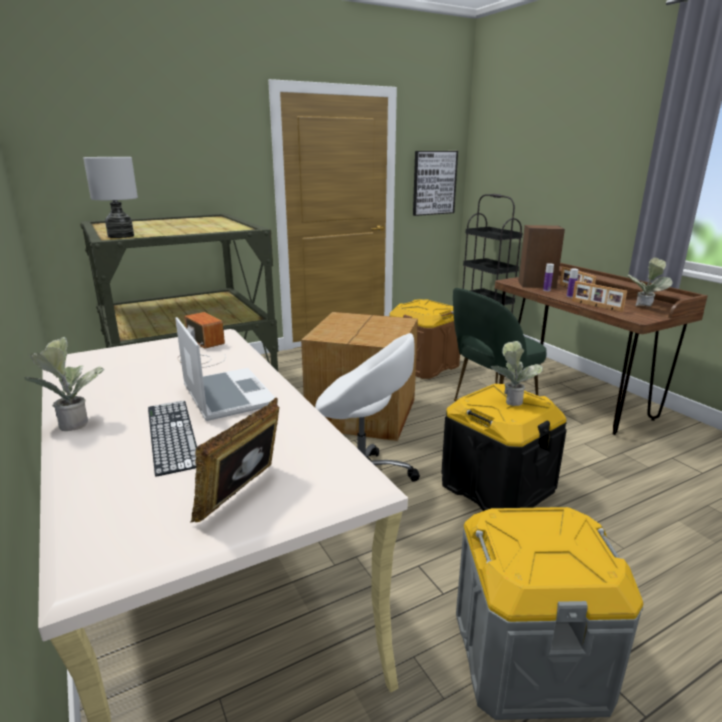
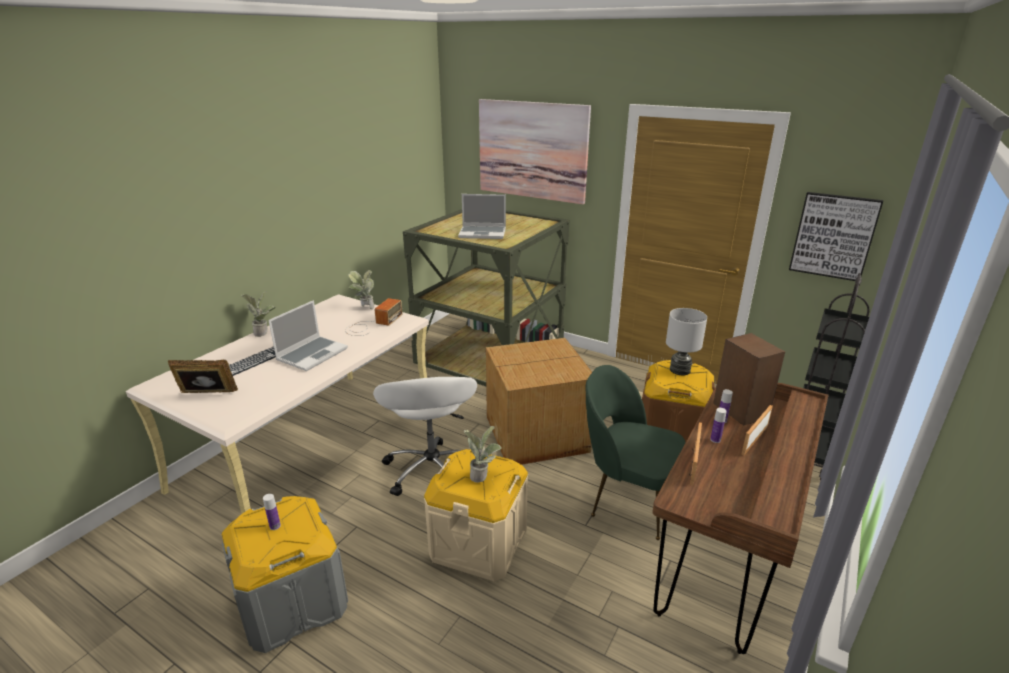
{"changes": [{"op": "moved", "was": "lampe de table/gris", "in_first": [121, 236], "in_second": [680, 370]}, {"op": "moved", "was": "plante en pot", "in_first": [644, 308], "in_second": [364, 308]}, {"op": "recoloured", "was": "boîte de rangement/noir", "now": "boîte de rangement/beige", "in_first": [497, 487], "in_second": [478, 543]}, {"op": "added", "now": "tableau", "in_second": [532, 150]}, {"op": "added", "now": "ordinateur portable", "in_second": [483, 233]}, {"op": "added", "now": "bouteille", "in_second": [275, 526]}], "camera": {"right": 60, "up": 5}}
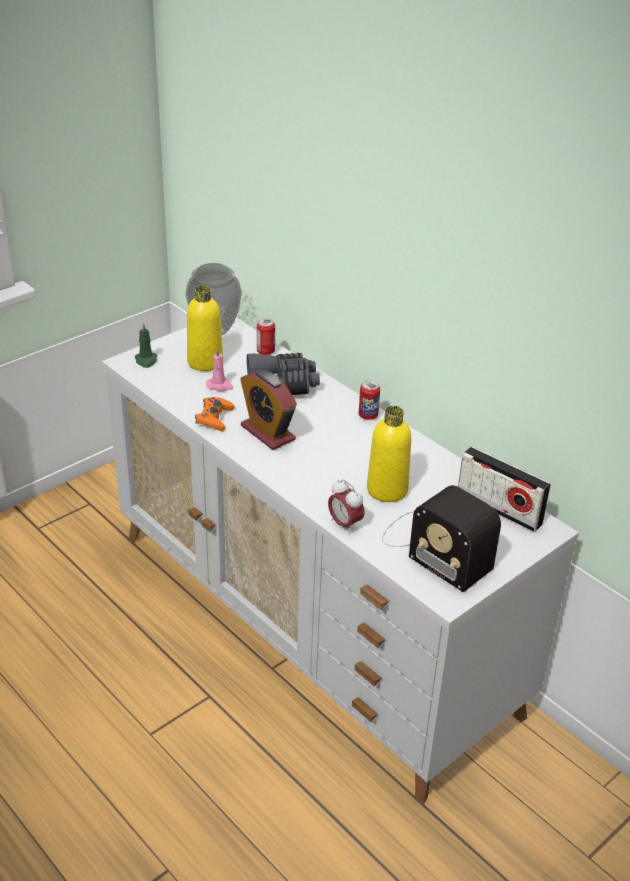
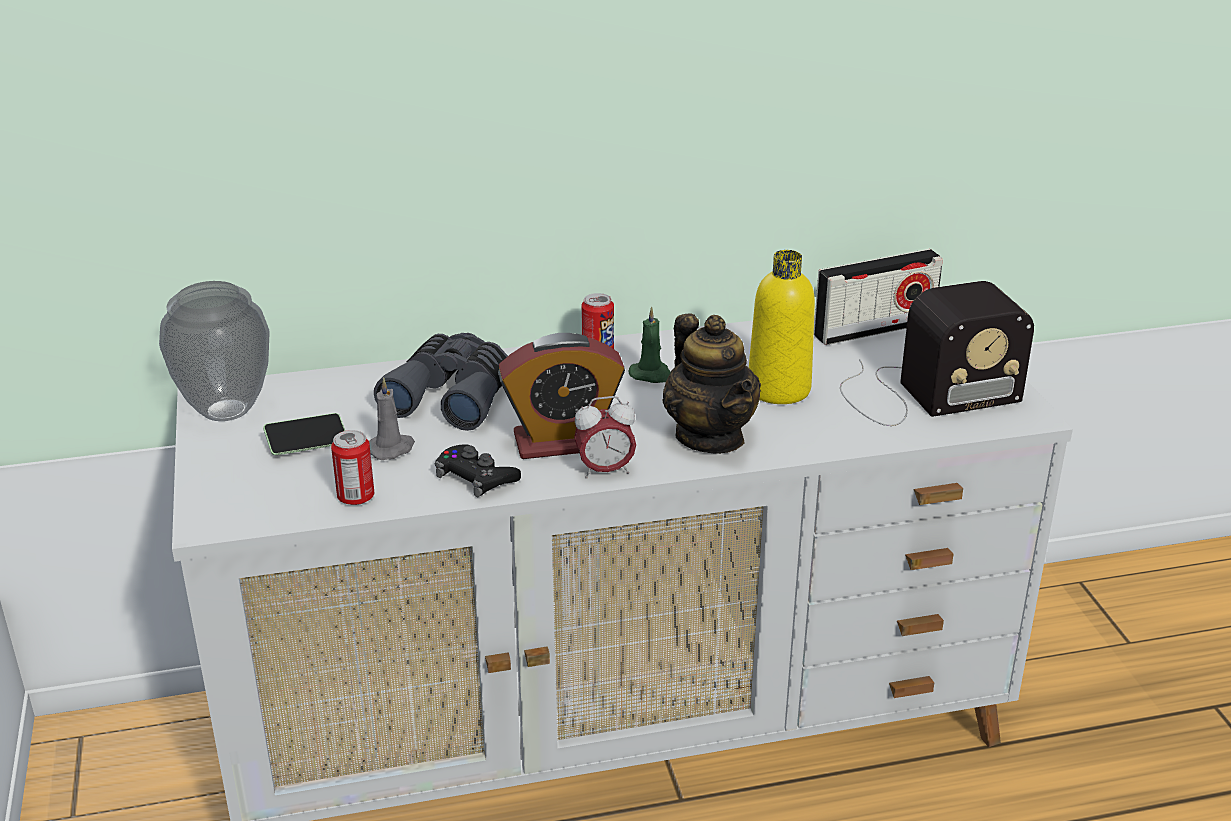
{"changes": [{"op": "replaced", "was": "bouteille/jaune", "now": "téléphone", "in_first": [205, 362], "in_second": [307, 444]}, {"op": "moved", "was": "boîte métallique", "in_first": [265, 351], "in_second": [356, 497]}, {"op": "moved", "was": "bougie/vert", "in_first": [146, 360], "in_second": [652, 375]}, {"op": "recoloured", "was": "bougie/rose", "now": "bougie/gris", "in_first": [220, 386], "in_second": [392, 448]}, {"op": "recoloured", "was": "manette/orange", "now": "manette/noir", "in_first": [214, 418], "in_second": [476, 477]}, {"op": "moved", "was": "réveil", "in_first": [344, 524], "in_second": [605, 471]}, {"op": "added", "now": "théière", "in_second": [710, 436]}], "camera": {"right": -60, "up": -5}}
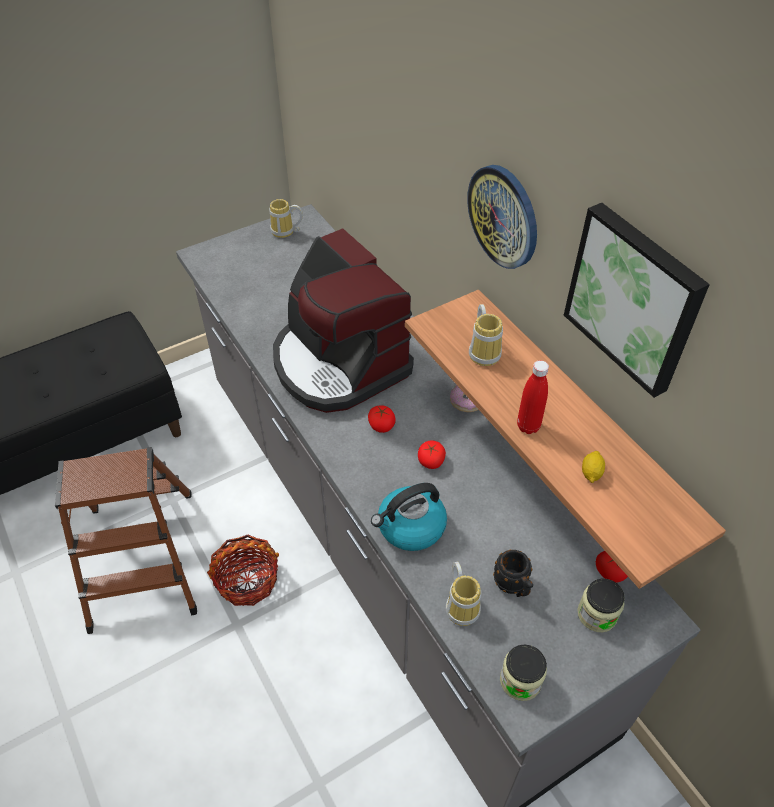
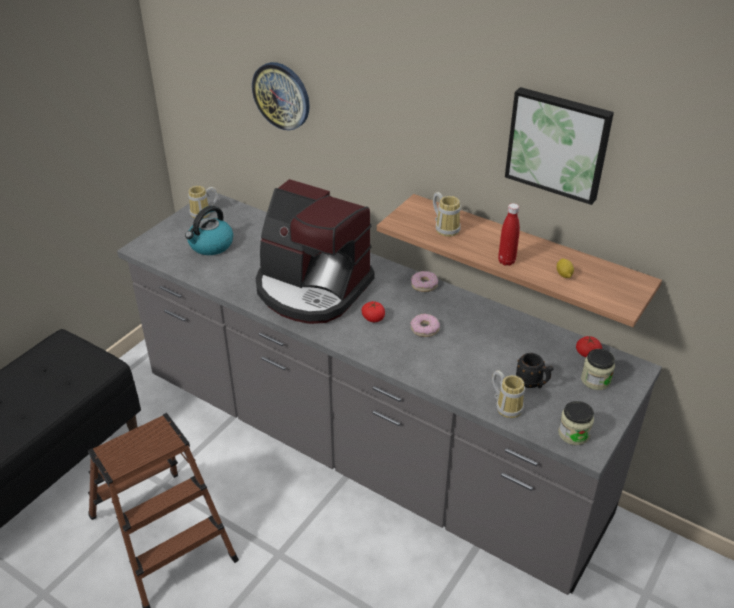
{"changes": [{"op": "moved", "was": "horloge murale", "in_first": [504, 216], "in_second": [281, 95]}, {"op": "replaced", "was": "tomate", "now": "beignet", "in_first": [431, 461], "in_second": [424, 329]}, {"op": "moved", "was": "bouilloire", "in_first": [410, 527], "in_second": [211, 245]}, {"op": "removed", "was": "panier", "in_first": [247, 580]}], "camera": {"right": -25, "up": -10}}
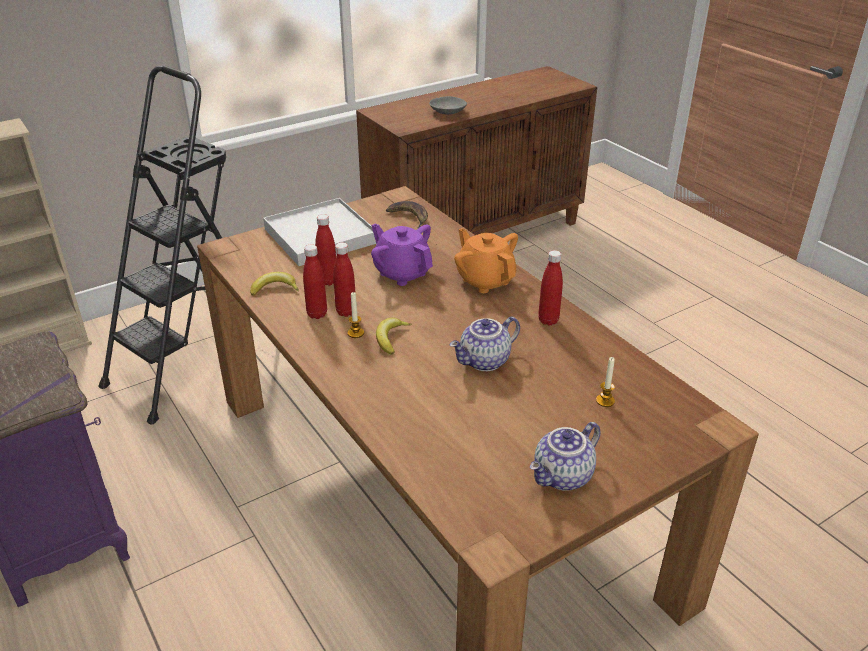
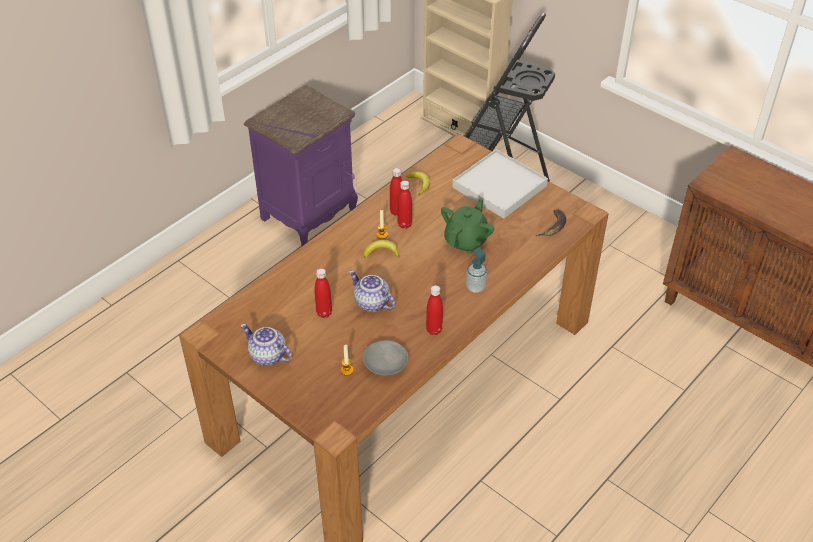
{"changes": [{"op": "moved", "was": "bol/gris", "in_first": [448, 111], "in_second": [386, 364]}, {"op": "moved", "was": "bouteille/rouge", "in_first": [328, 281], "in_second": [324, 313]}, {"op": "recoloured", "was": "théière/violet", "now": "théière/vert", "in_first": [402, 273], "in_second": [466, 241]}, {"op": "replaced", "was": "théière/orange", "now": "distributeur de savon", "in_first": [485, 280], "in_second": [475, 287]}], "camera": {"right": 75, "up": 10}}
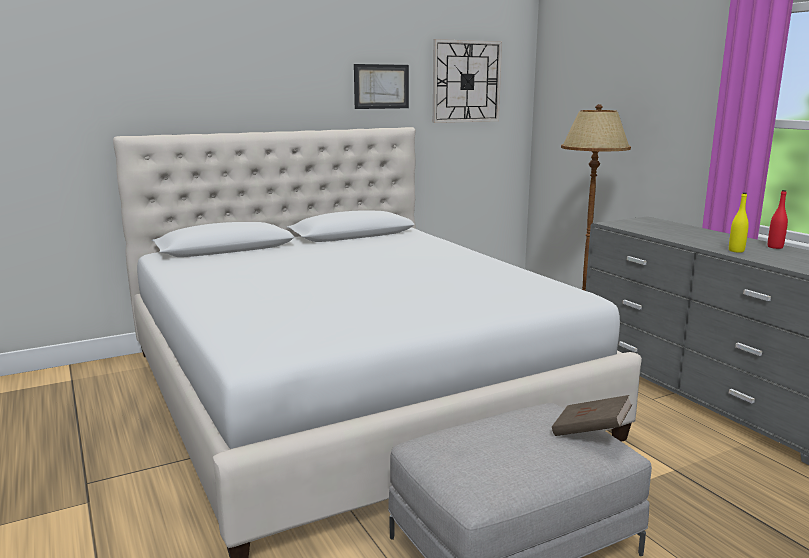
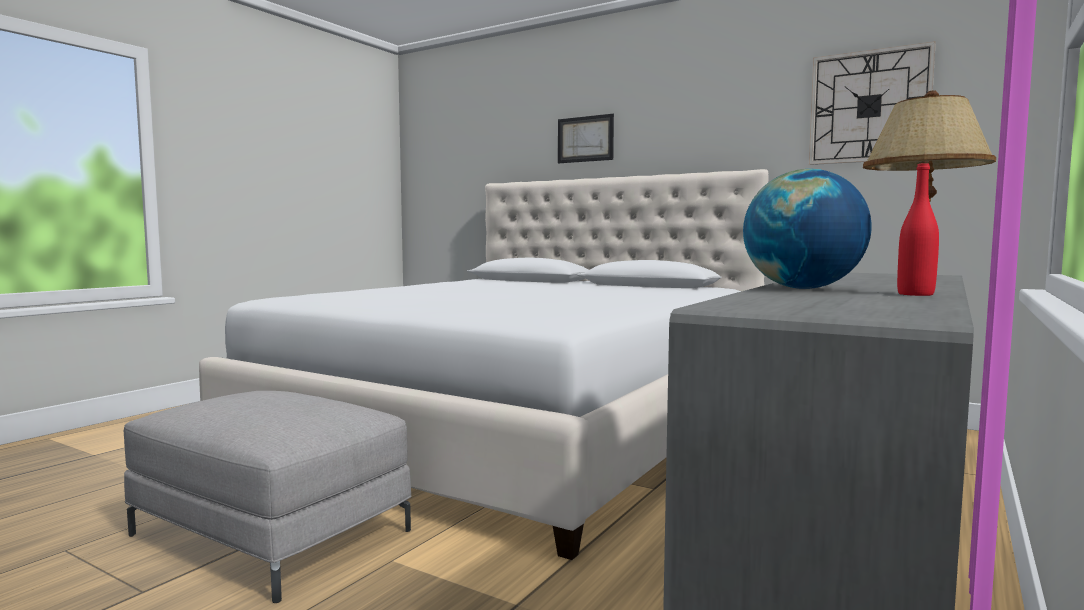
{"changes": [{"op": "moved", "was": "tableau", "in_first": [381, 86], "in_second": [585, 139]}, {"op": "replaced", "was": "bouteille/jaune", "now": "globe", "in_first": [736, 251], "in_second": [802, 288]}, {"op": "removed", "was": "livre/marron", "in_first": [590, 432]}], "camera": {"right": 60, "up": -10}}
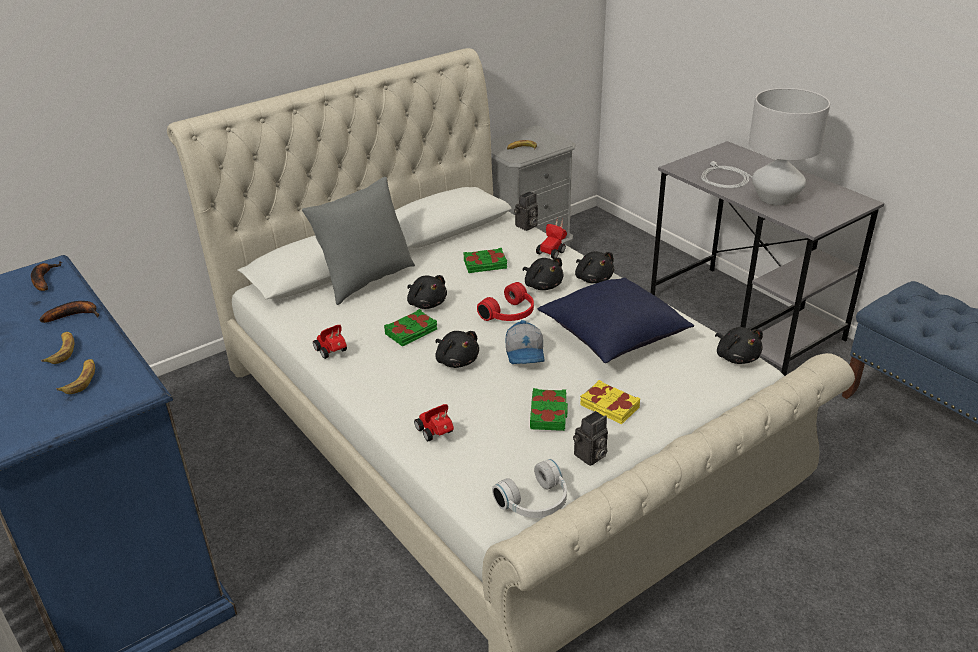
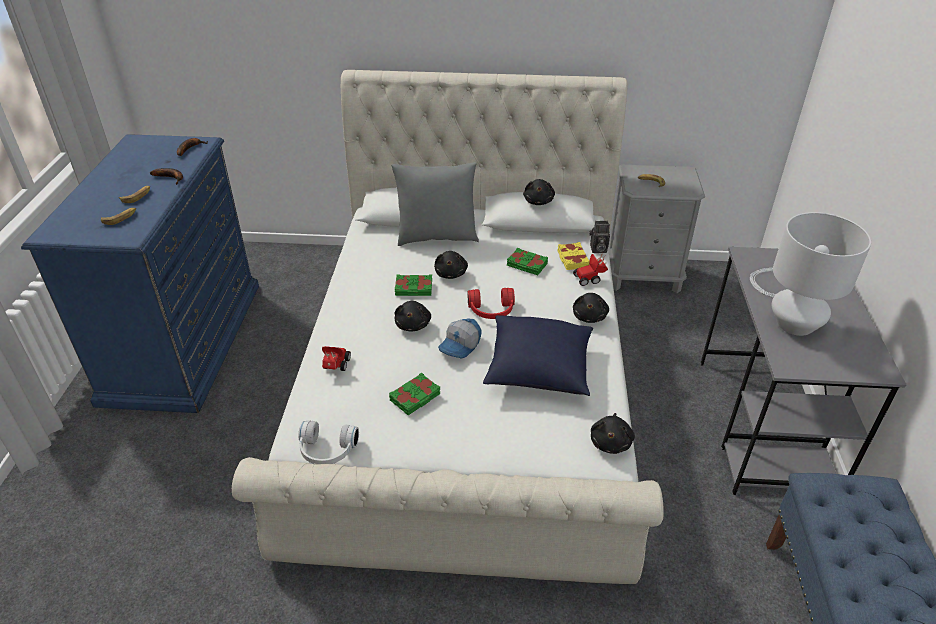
{"changes": [{"op": "moved", "was": "peluche/noir", "in_first": [542, 285], "in_second": [538, 201]}, {"op": "removed", "was": "petite voiture", "in_first": [333, 352]}, {"op": "moved", "was": "livre/jaune", "in_first": [609, 407], "in_second": [572, 259]}, {"op": "removed", "was": "appareil photo", "in_first": [590, 457]}], "camera": {"right": 40, "up": 5}}
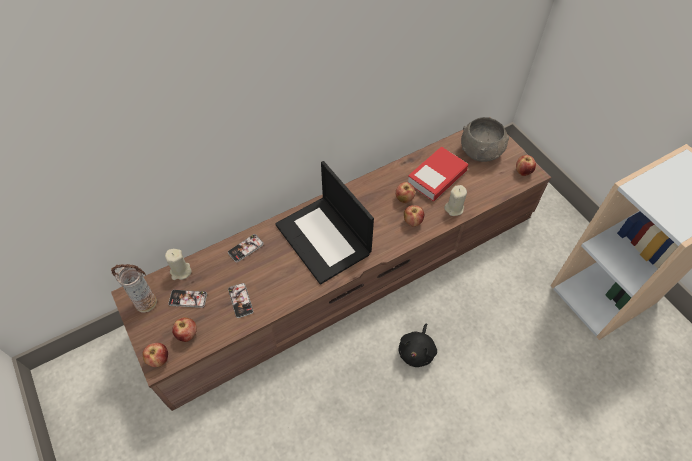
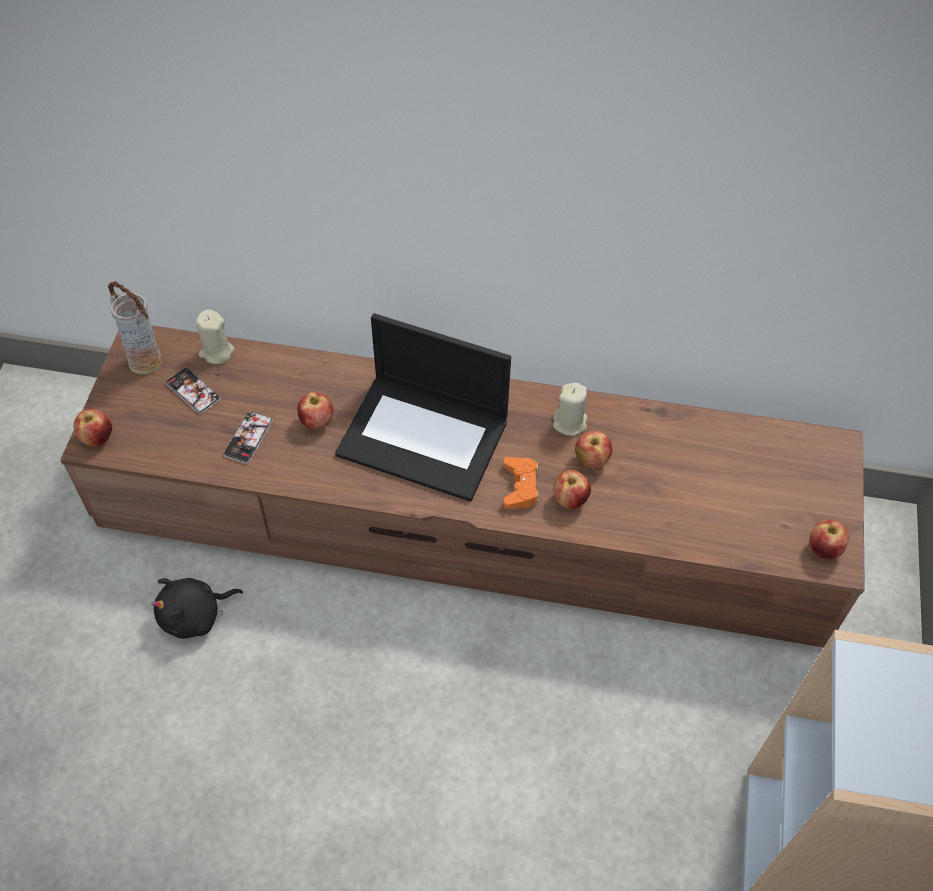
{"changes": [{"op": "removed", "was": "bol/gris", "in_first": [481, 151]}, {"op": "removed", "was": "livre", "in_first": [436, 177]}, {"op": "turned", "was": "ordinateur portable", "in_first": [324, 239], "in_second": [425, 437], "clockwise": -75}, {"op": "moved", "was": "bougie/beige", "in_first": [454, 208], "in_second": [570, 423]}, {"op": "removed", "was": "téléphone", "in_first": [246, 248]}, {"op": "moved", "was": "pomme", "in_first": [187, 334], "in_second": [317, 422]}, {"op": "moved", "was": "peluche/noir", "in_first": [417, 351], "in_second": [195, 615]}, {"op": "added", "now": "manette/orange", "in_second": [520, 487]}], "camera": {"right": 40, "up": 0}}
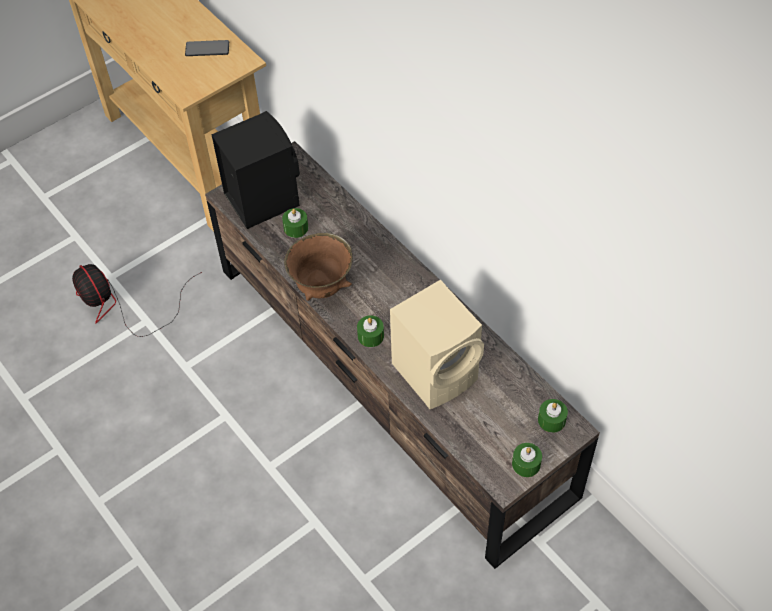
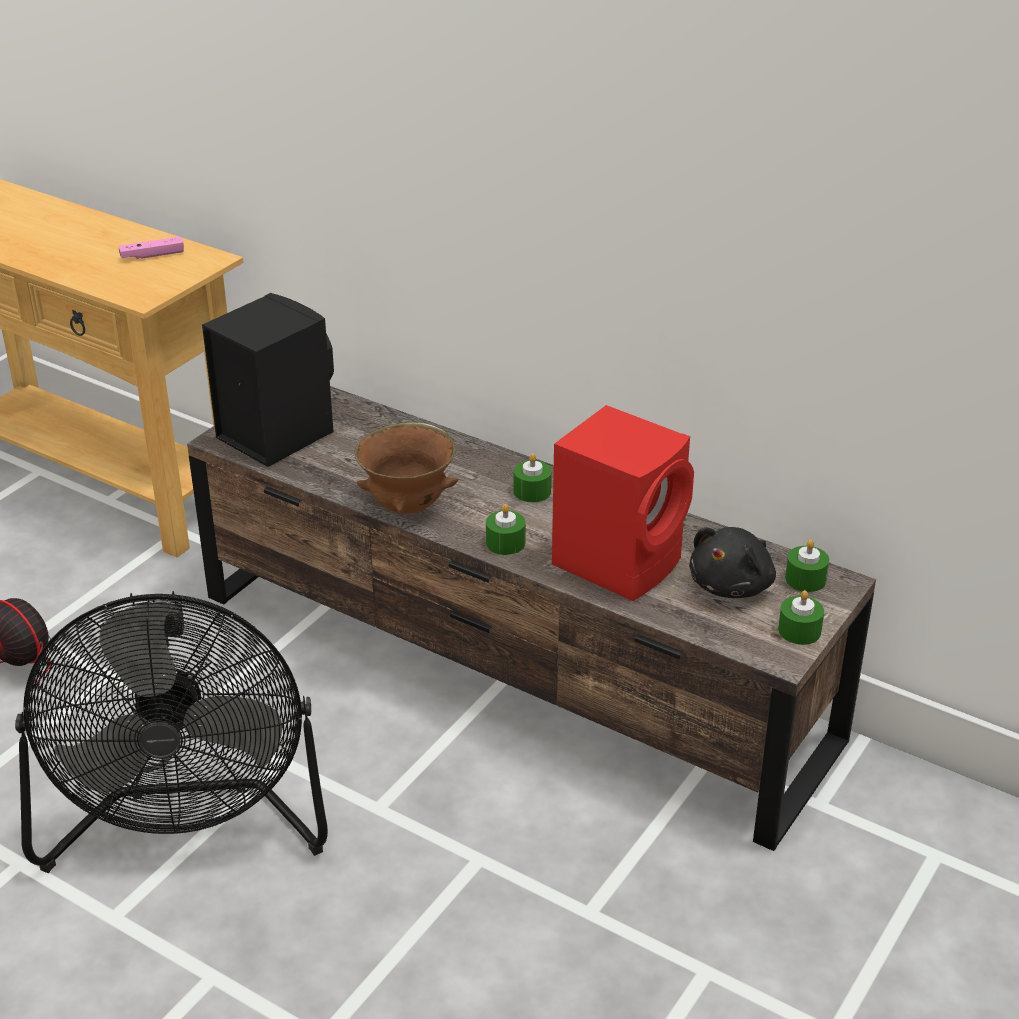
{"changes": [{"op": "replaced", "was": "téléphone", "now": "manette/rose", "in_first": [207, 49], "in_second": [152, 255]}, {"op": "moved", "was": "bougie/vert", "in_first": [296, 228], "in_second": [532, 491]}, {"op": "recoloured", "was": "enceinte/beige", "now": "enceinte/rouge", "in_first": [437, 371], "in_second": [620, 560]}, {"op": "added", "now": "peluche/noir", "in_second": [733, 585]}, {"op": "added", "now": "ventilateur/noir", "in_second": [177, 820]}], "camera": {"right": -20, "up": -20}}
